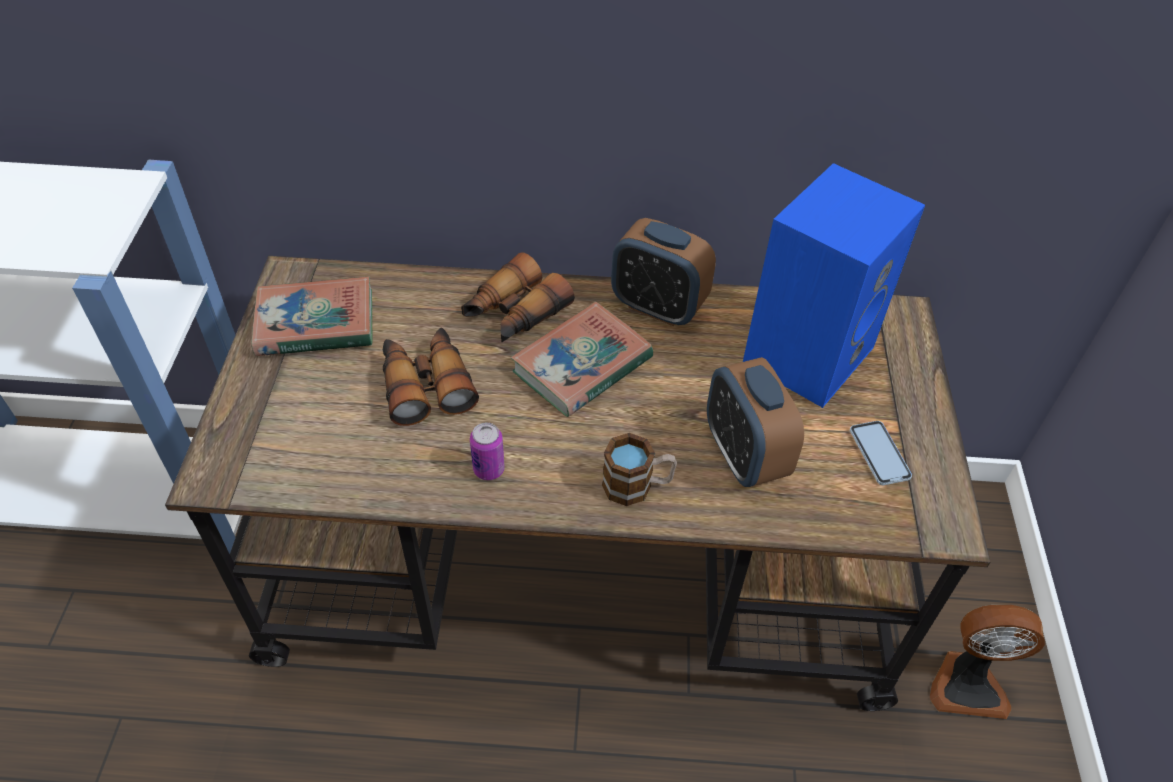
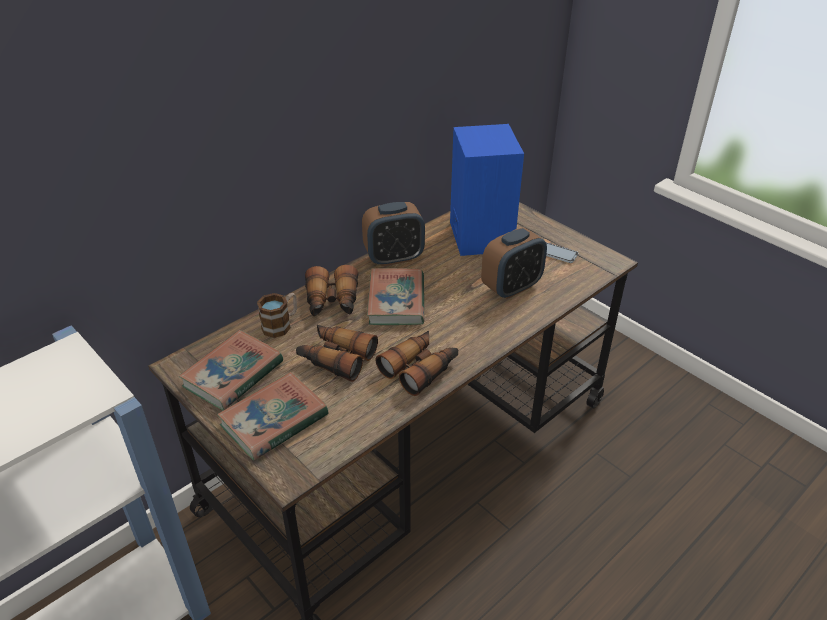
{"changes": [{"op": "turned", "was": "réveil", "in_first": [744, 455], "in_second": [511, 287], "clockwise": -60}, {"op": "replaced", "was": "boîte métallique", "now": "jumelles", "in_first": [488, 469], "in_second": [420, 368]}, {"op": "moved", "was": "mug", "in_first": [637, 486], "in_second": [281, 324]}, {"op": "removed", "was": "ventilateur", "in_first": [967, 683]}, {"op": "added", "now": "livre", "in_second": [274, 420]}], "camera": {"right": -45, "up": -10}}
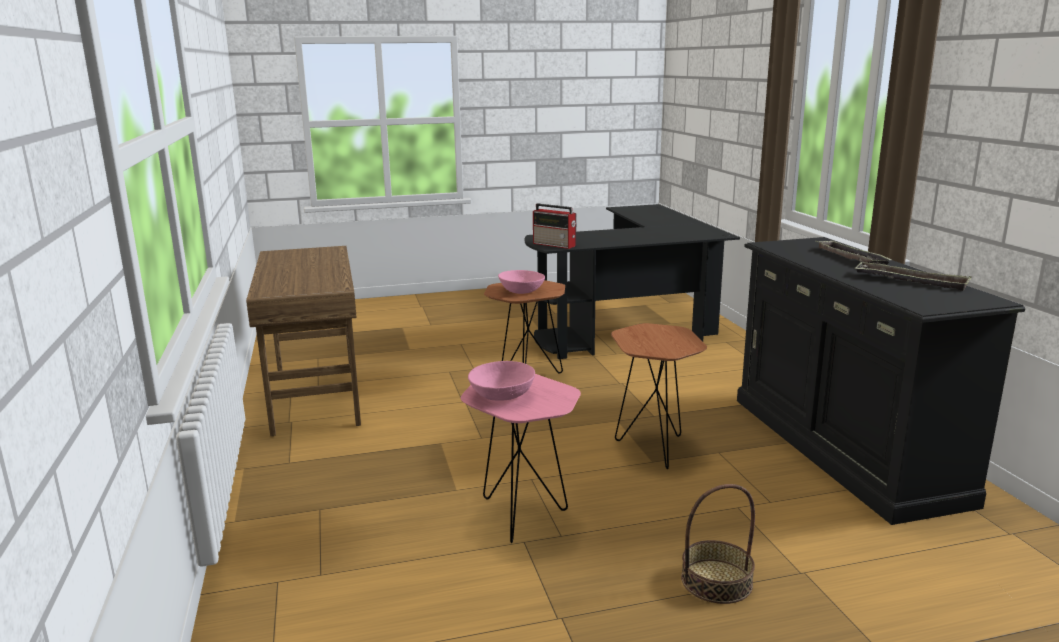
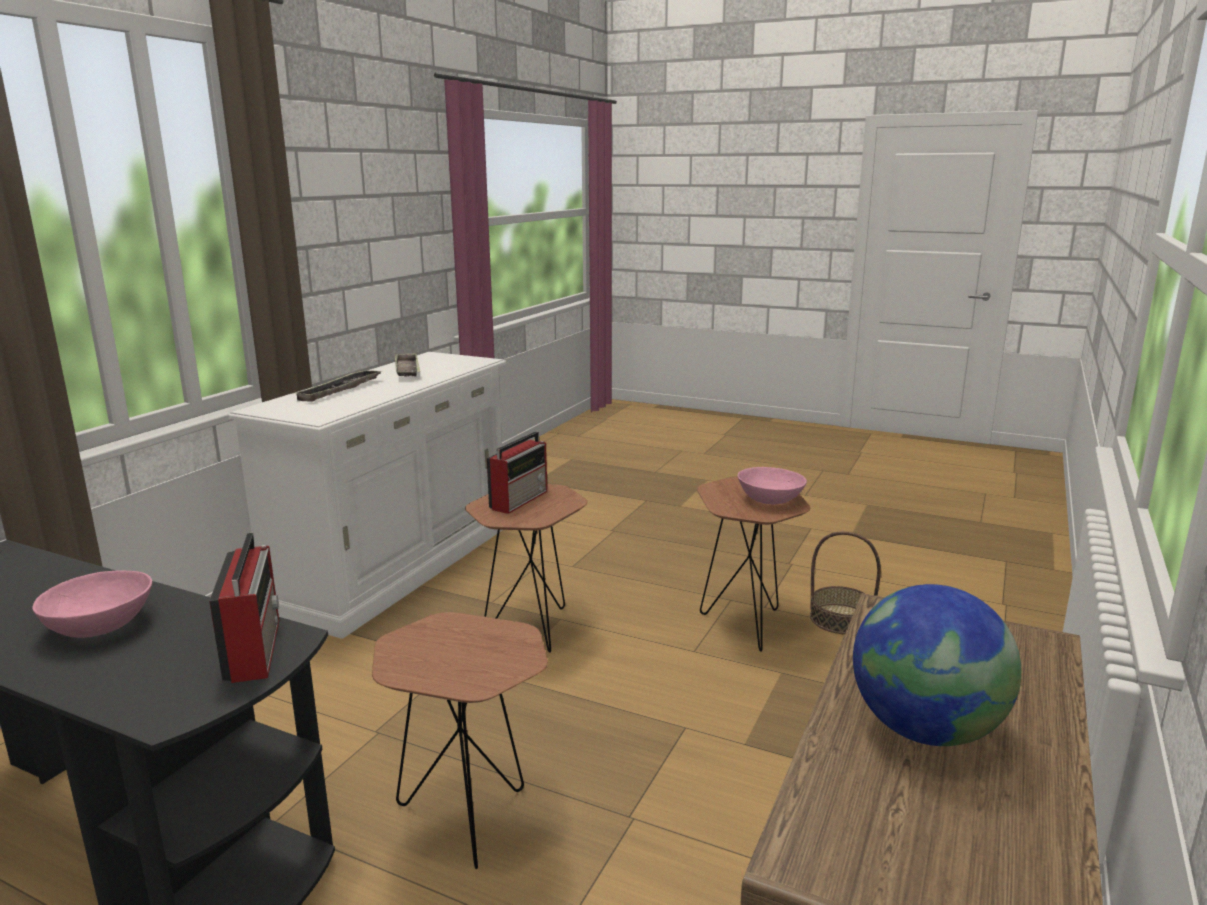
{"changes": [{"op": "recoloured", "was": "meuble de rangement/noir", "now": "meuble de rangement/blanc", "in_first": [843, 447], "in_second": [398, 565]}, {"op": "moved", "was": "bol/rose", "in_first": [521, 291], "in_second": [102, 625]}, {"op": "recoloured", "was": "table d'appoint/rose", "now": "table d'appoint/marron", "in_first": [523, 518], "in_second": [745, 622]}, {"op": "moved", "was": "panier", "in_first": [716, 581], "in_second": [841, 619]}, {"op": "added", "now": "radio", "in_second": [520, 499]}, {"op": "added", "now": "globe", "in_second": [925, 730]}], "camera": {"right": -140, "up": 0}}
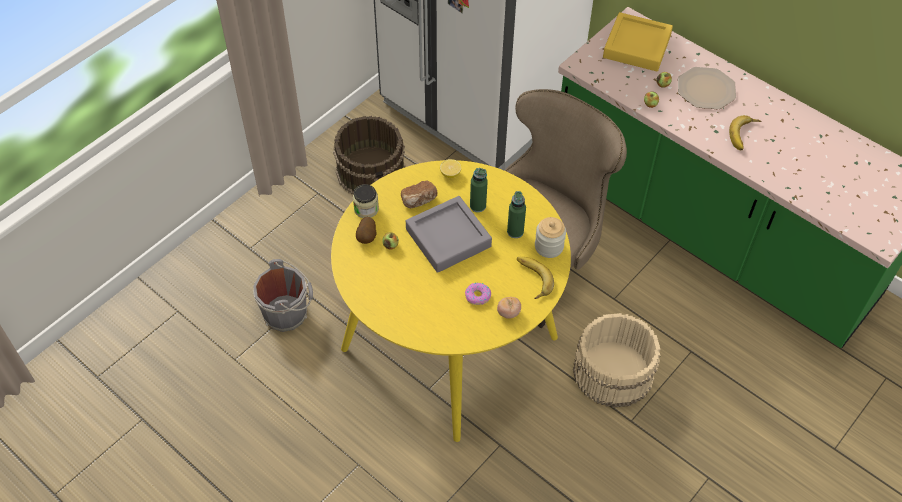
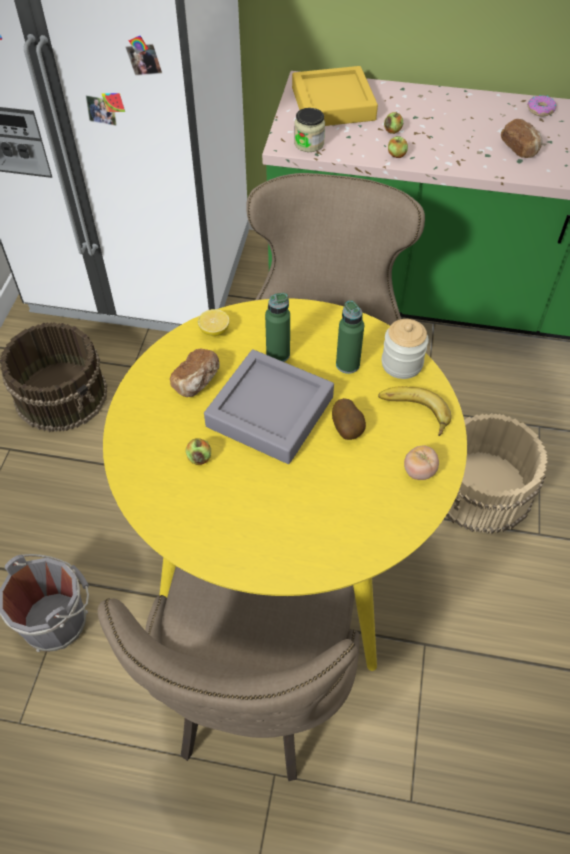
{"changes": [{"op": "removed", "was": "assiette", "in_first": [705, 89]}, {"op": "replaced", "was": "banane", "now": "pain", "in_first": [745, 135], "in_second": [520, 148]}, {"op": "moved", "was": "bocal", "in_first": [366, 209], "in_second": [309, 144]}, {"op": "moved", "was": "pomme de terre", "in_first": [367, 237], "in_second": [348, 429]}, {"op": "moved", "was": "beignet", "in_first": [477, 296], "in_second": [540, 110]}, {"op": "added", "now": "chaise/beige", "in_second": [253, 693]}], "camera": {"right": -30, "up": 0}}
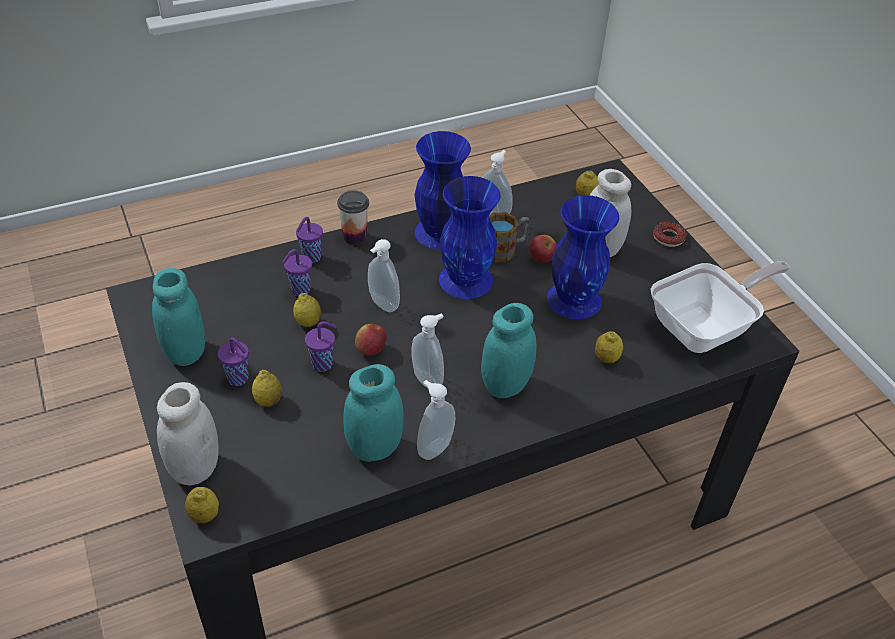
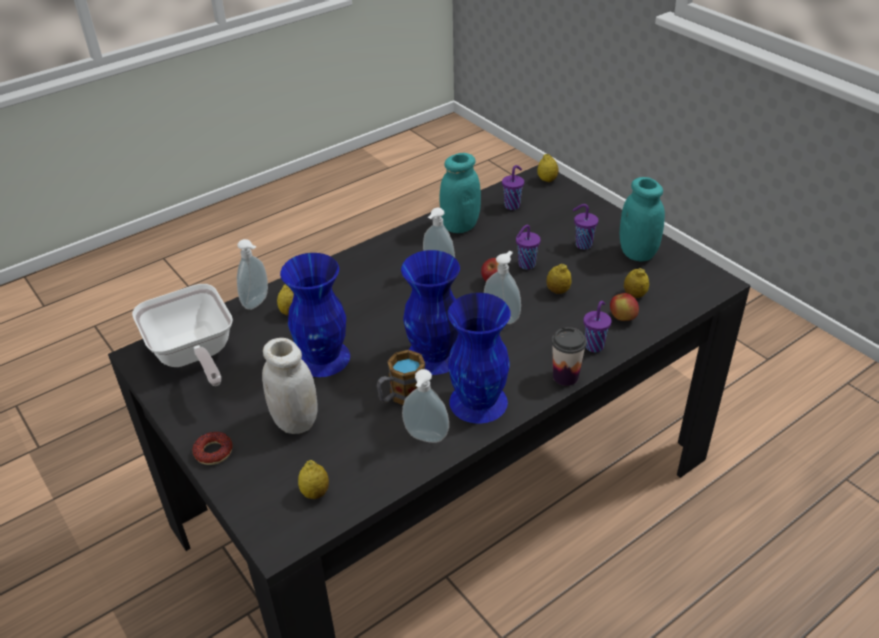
{"changes": [{"op": "moved", "was": "pomme", "in_first": [541, 259], "in_second": [622, 318]}, {"op": "moved", "was": "tasse/violet", "in_first": [299, 290], "in_second": [512, 205]}, {"op": "turned", "was": "poêle", "in_first": [706, 328], "in_second": [193, 356], "clockwise": -75}, {"op": "removed", "was": "bocal/turquoise", "in_first": [505, 385]}, {"op": "moved", "was": "citron", "in_first": [268, 401], "in_second": [634, 295]}, {"op": "moved", "was": "distributeur de savon", "in_first": [433, 447], "in_second": [257, 303]}, {"op": "removed", "was": "bocal/blanc", "in_first": [195, 468]}], "camera": {"right": 170, "up": -5}}
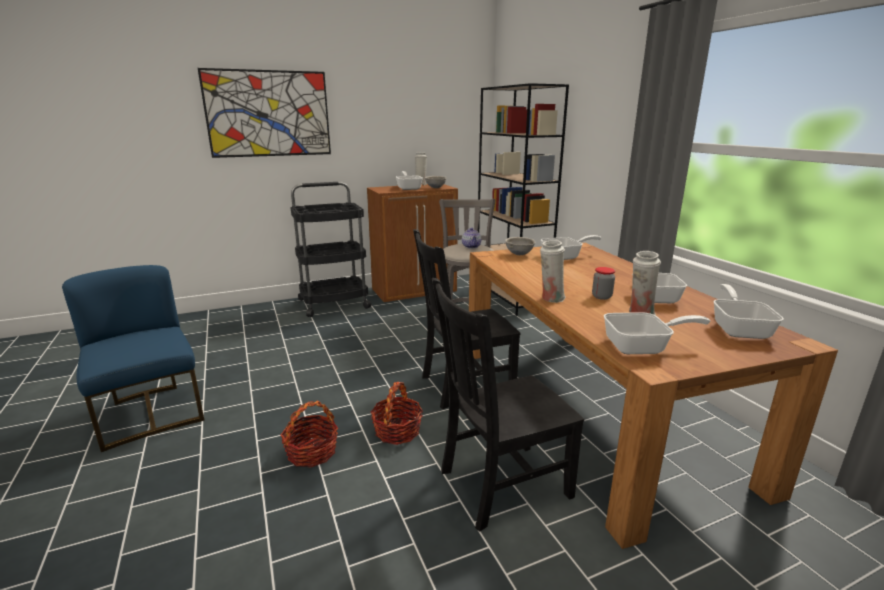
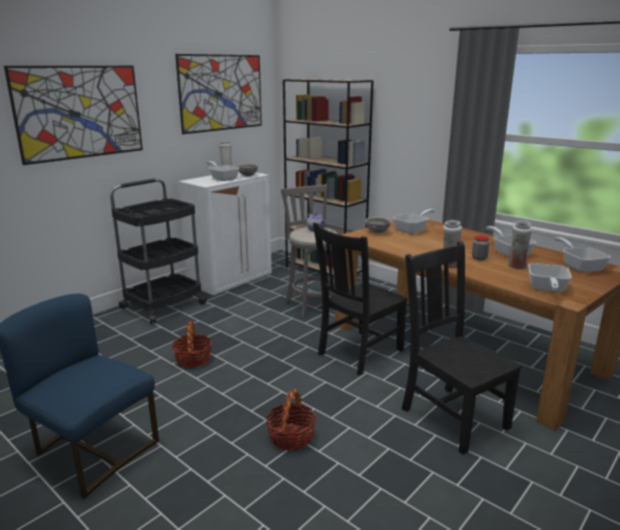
{"changes": [{"op": "recoloured", "was": "meuble de rangement/marron", "now": "meuble de rangement/blanc", "in_first": [414, 290], "in_second": [231, 278]}, {"op": "turned", "was": "chaise/noir", "in_first": [500, 484], "in_second": [452, 416], "clockwise": 105}, {"op": "turned", "was": "poêle", "in_first": [643, 347], "in_second": [546, 289], "clockwise": 135}, {"op": "moved", "was": "panier", "in_first": [397, 431], "in_second": [193, 359]}, {"op": "added", "now": "tableau", "in_second": [222, 93]}], "camera": {"right": -25, "up": 0}}
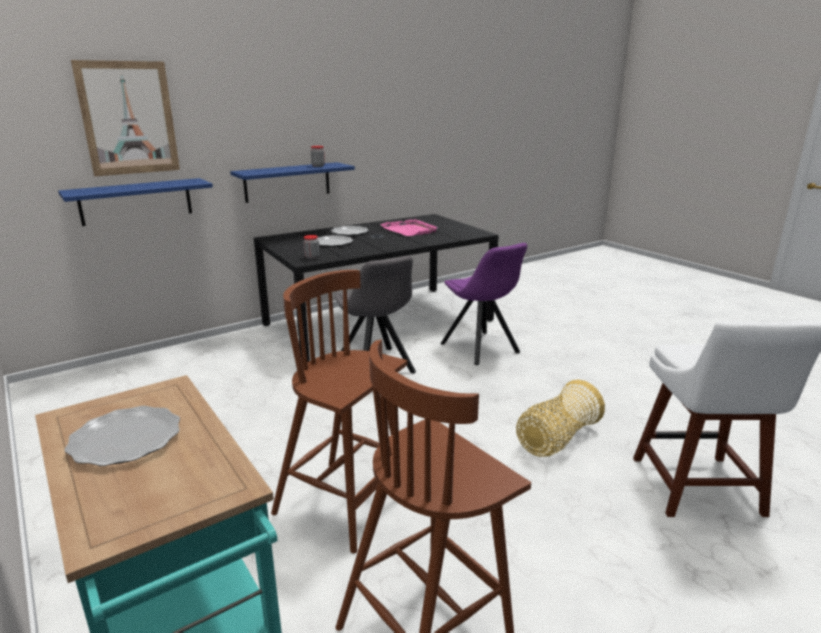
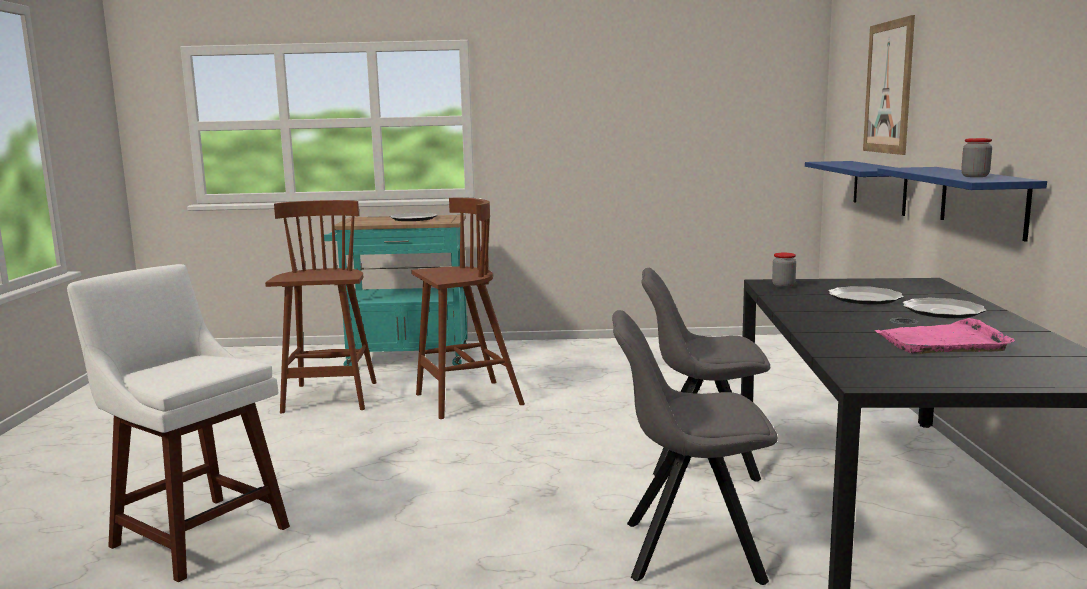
{"changes": [{"op": "recoloured", "was": "chaise/violet", "now": "chaise/gris", "in_first": [480, 348], "in_second": [691, 551]}, {"op": "removed", "was": "panier", "in_first": [556, 439]}], "camera": {"right": 125, "up": -10}}
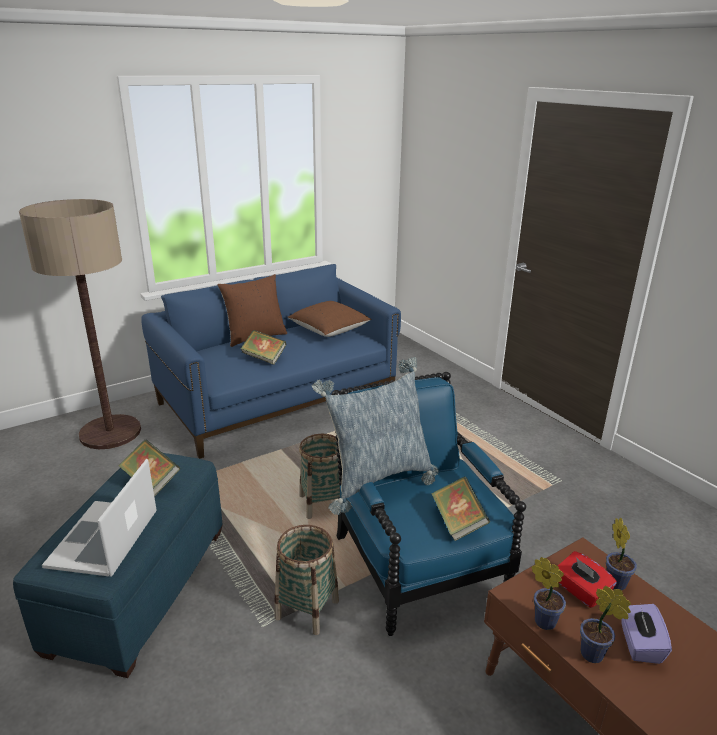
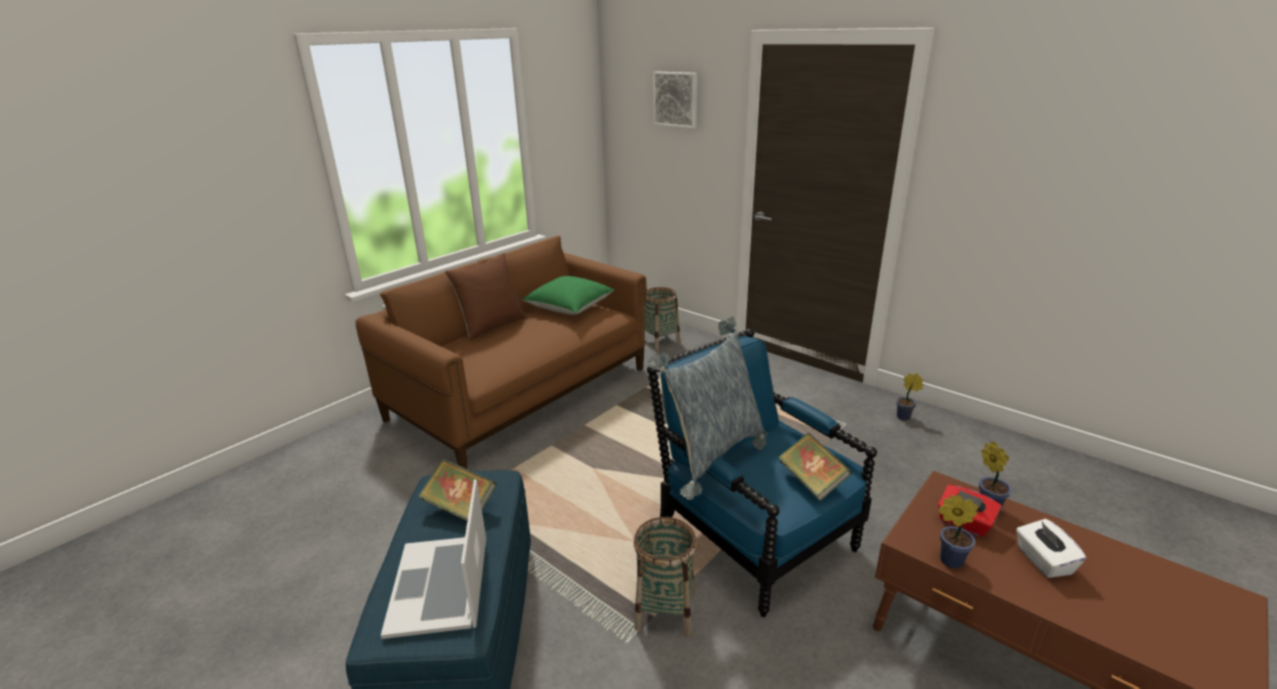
{"changes": [{"op": "removed", "was": "lampadaire", "in_first": [110, 433]}, {"op": "recoloured", "was": "canapé/bleu", "now": "canapé/marron", "in_first": [277, 400], "in_second": [521, 393]}, {"op": "recoloured", "was": "coussin/marron", "now": "coussin/vert", "in_first": [329, 330], "in_second": [569, 308]}, {"op": "removed", "was": "livre", "in_first": [264, 358]}, {"op": "moved", "was": "panier", "in_first": [322, 503], "in_second": [660, 341]}, {"op": "moved", "was": "plante en pot", "in_first": [595, 655], "in_second": [905, 417]}, {"op": "recoloured", "was": "boîte à mouchoirs/violet", "now": "boîte à mouchoirs/blanc", "in_first": [639, 644], "in_second": [1043, 561]}, {"op": "added", "now": "tableau", "in_second": [676, 99]}], "camera": {"right": -15, "up": 0}}
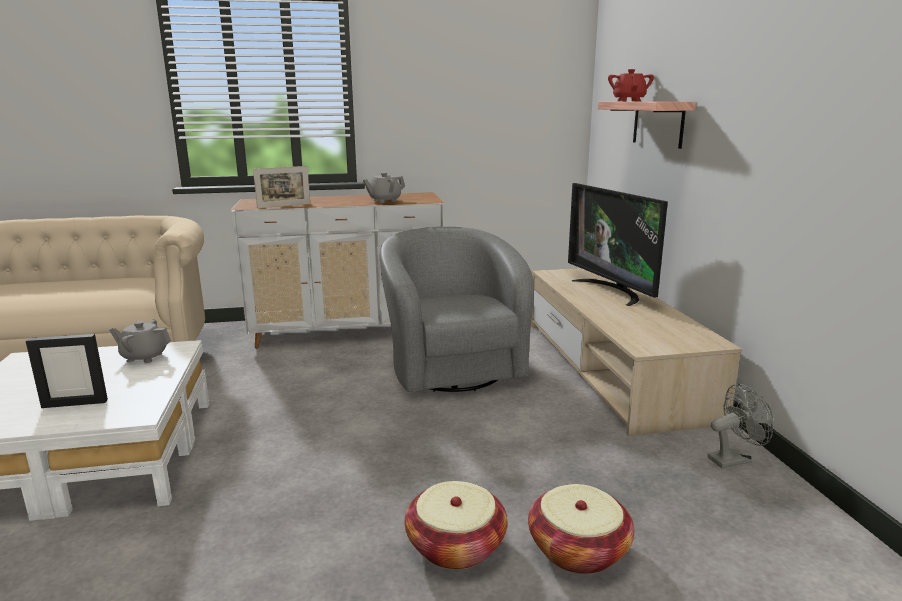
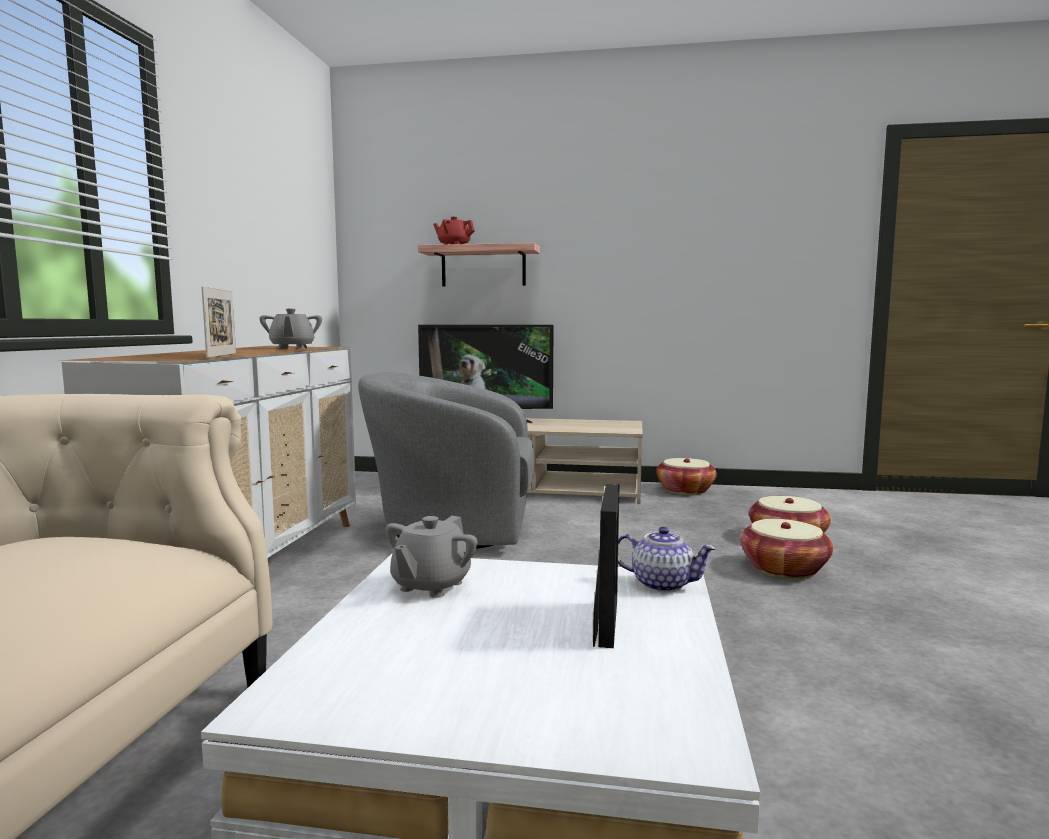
{"changes": [{"op": "replaced", "was": "ventilateur/gris", "now": "panier", "in_first": [734, 459], "in_second": [685, 490]}, {"op": "added", "now": "théière", "in_second": [661, 584]}], "camera": {"right": -70, "up": -10}}
